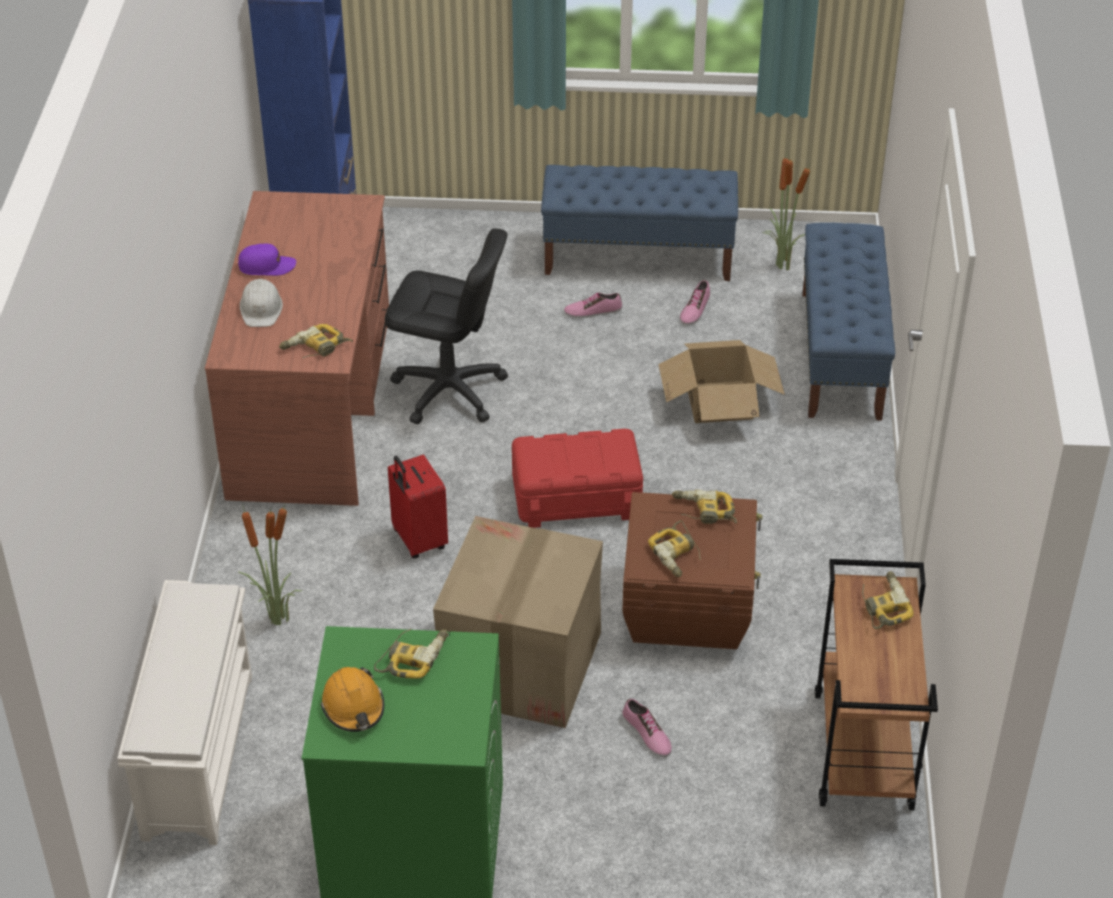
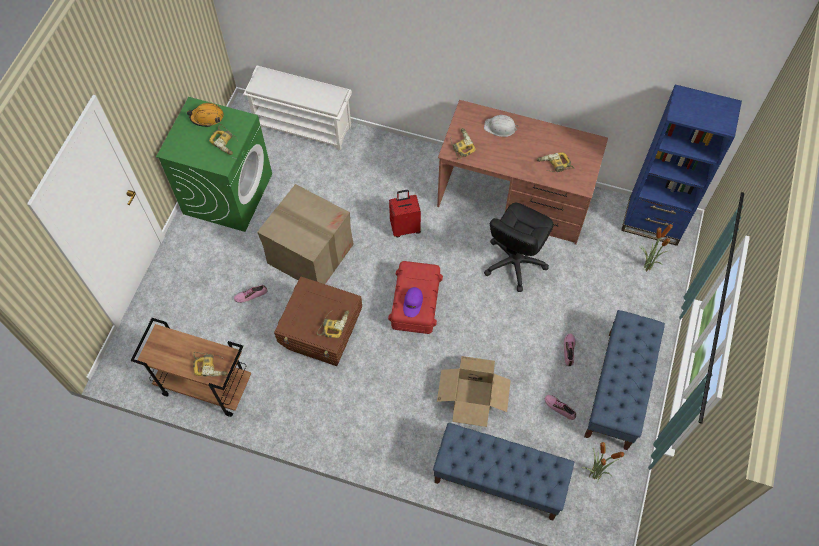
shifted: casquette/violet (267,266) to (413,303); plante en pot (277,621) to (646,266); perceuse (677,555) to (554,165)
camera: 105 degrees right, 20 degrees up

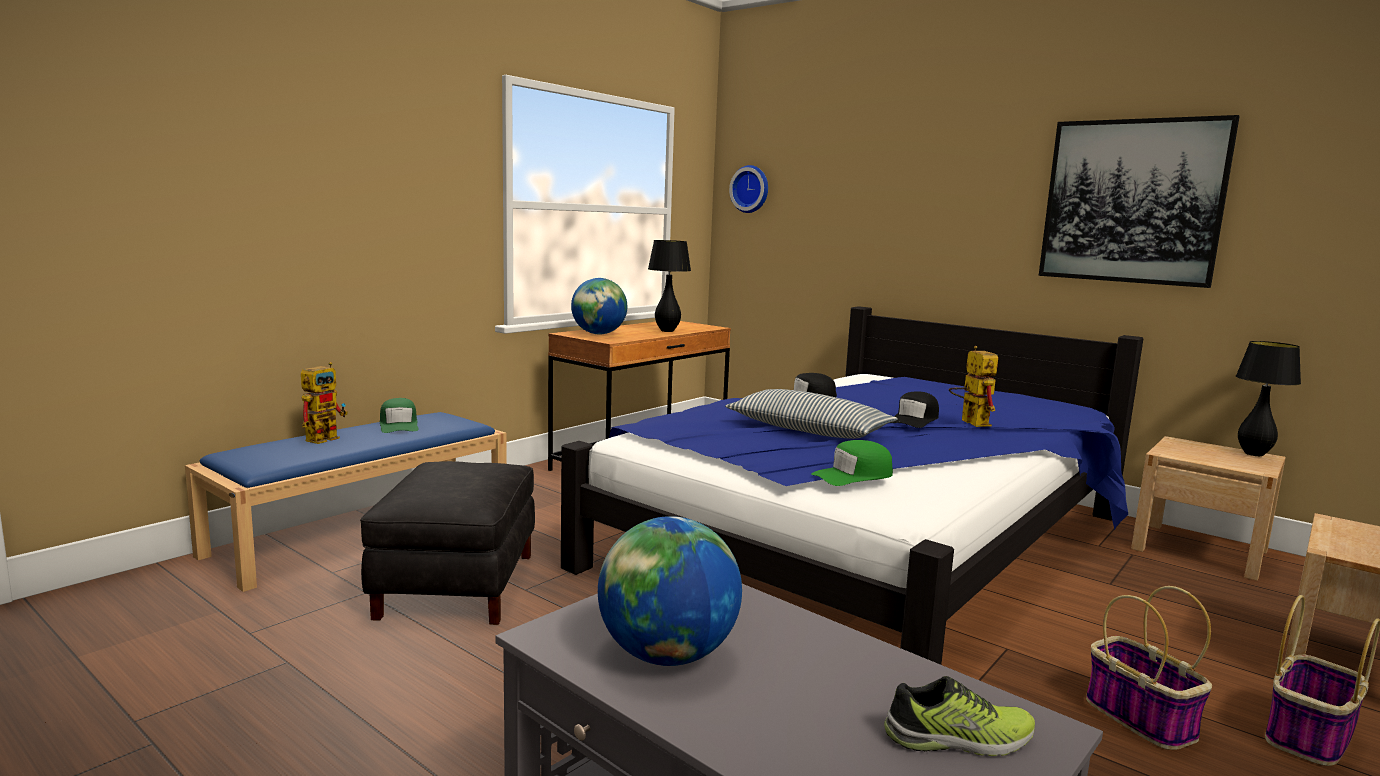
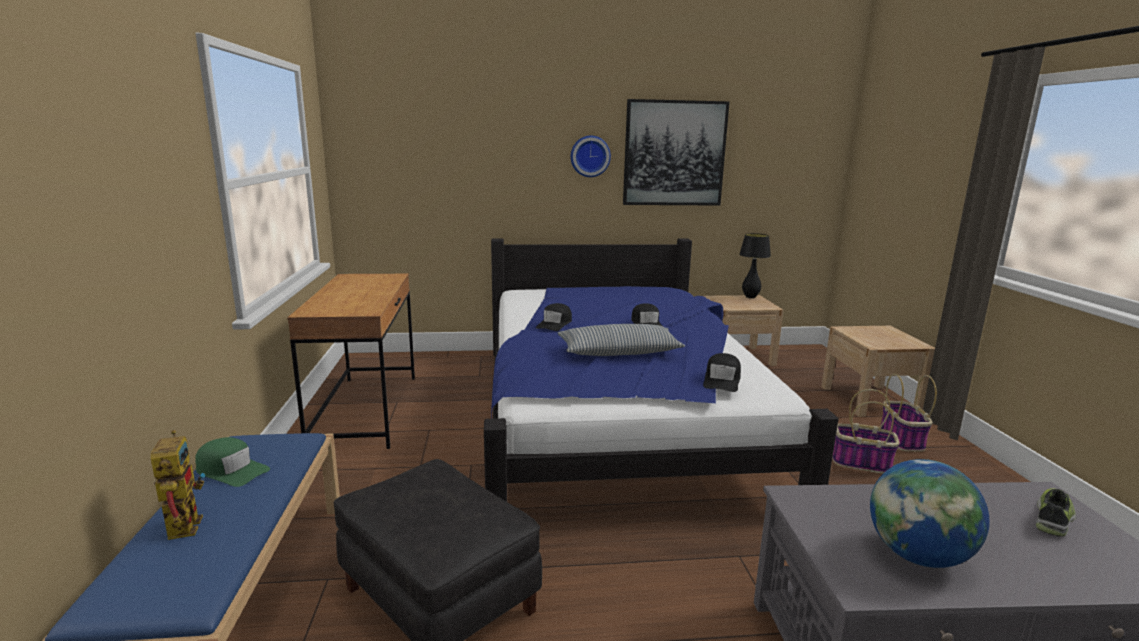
gone: globe (599,334); lampe de table/noir (667,331); robot jouet (969,421)
shifted: horloge murale (751,189) to (590,156)
repainted: casquette/vert (853,476) to casquette/noir (722,380)
camera: 45 degrees left, 5 degrees up

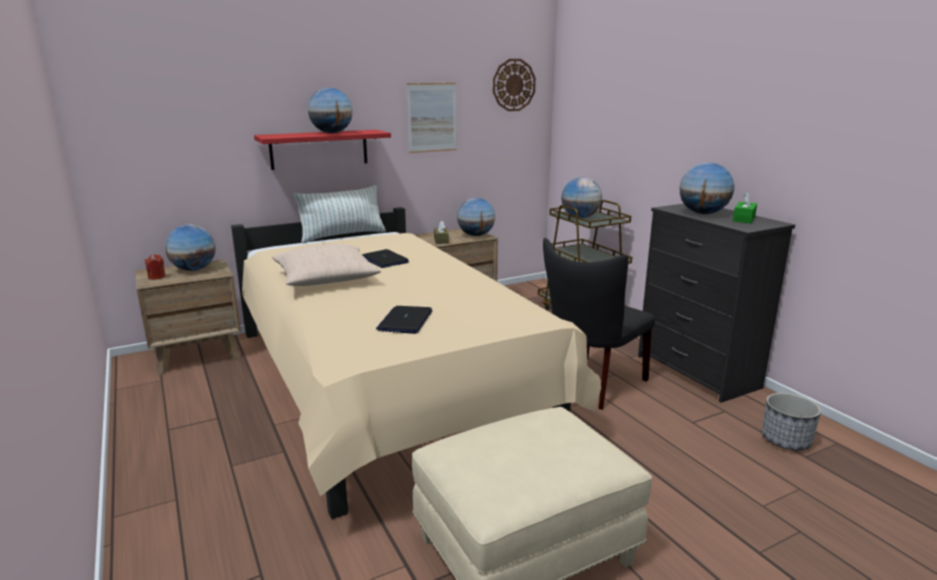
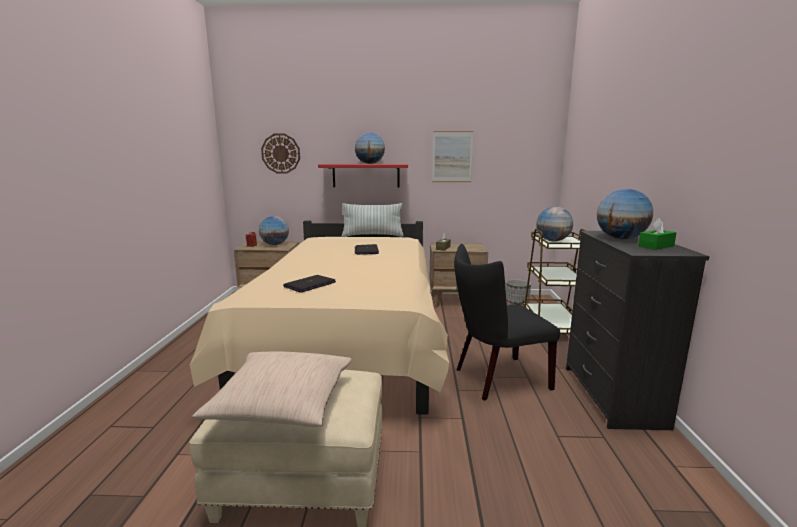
gone: globe (476,235)
shifted: coussin/beige (326,279) to (282,402); horloge murale (513,85) to (281,153); cache-pot (785,440) to (517,302)
camera: 30 degrees right, 5 degrees down

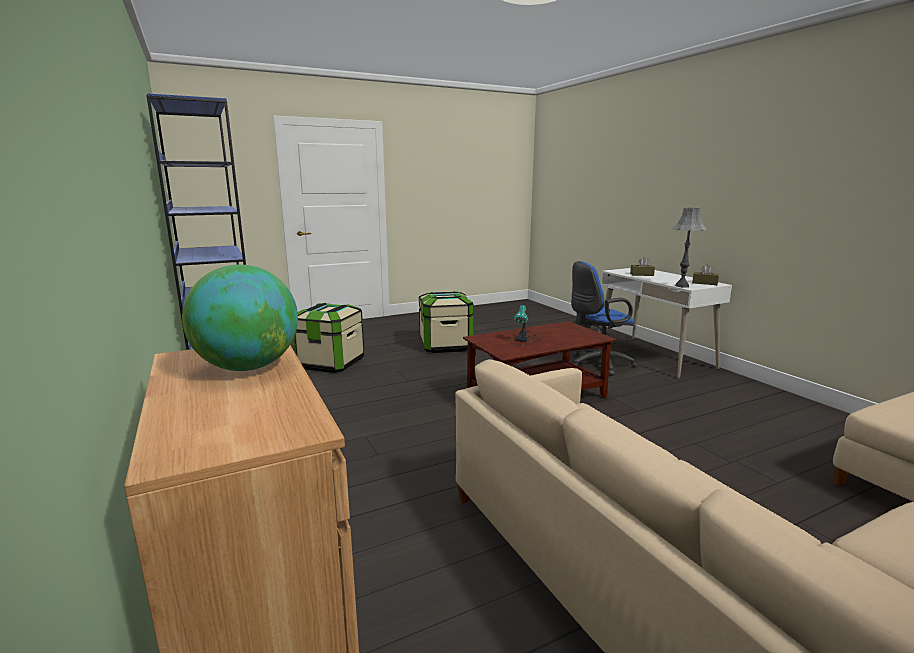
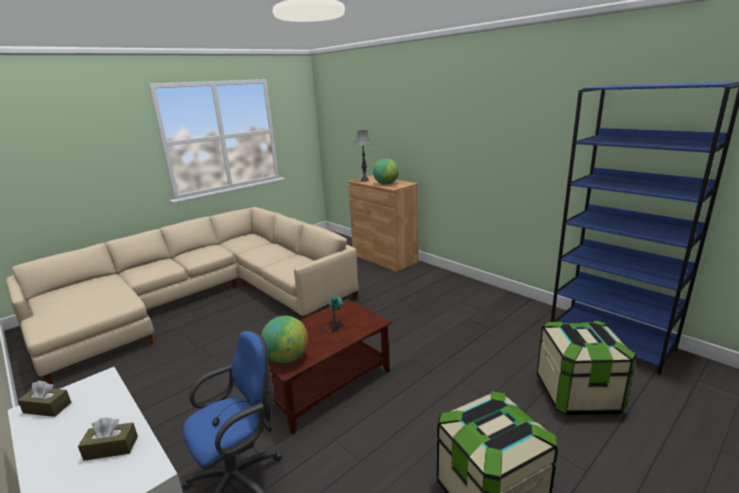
new: globe (287,358)
shifted: lampe de table/gris (682,286) to (364,180)
camera: 165 degrees right, 5 degrees up

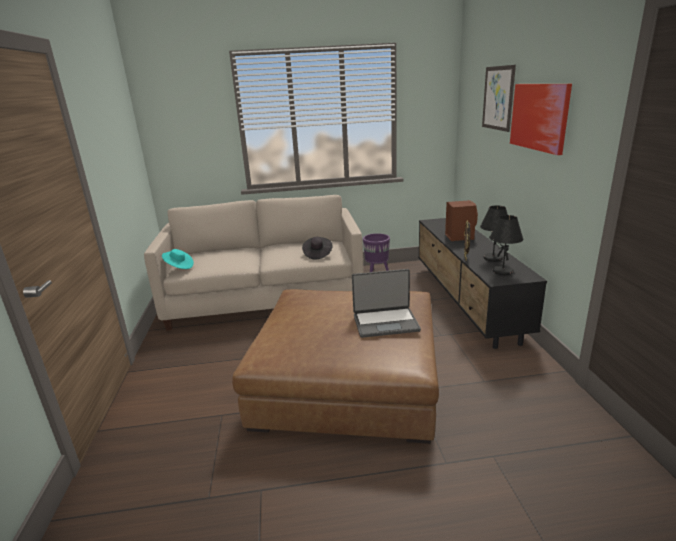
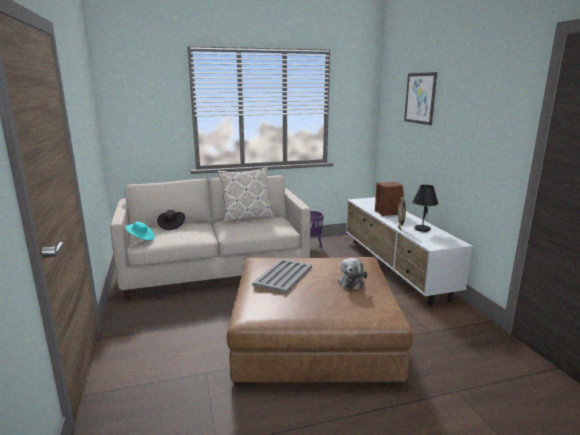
gone: lampe de table/noir (503,271); tableau (539,117)
new: coussin (246,218); plateau/gris (283,276)
shifted: chapeau/noir (317,254) to (171,226)
swapped: ordinateur portable (385,322) to peluche (351,282)
repainted: meuble télé/noir (466,301) to meuble télé/blanc (395,268)
camera: 10 degrees left, 5 degrees down

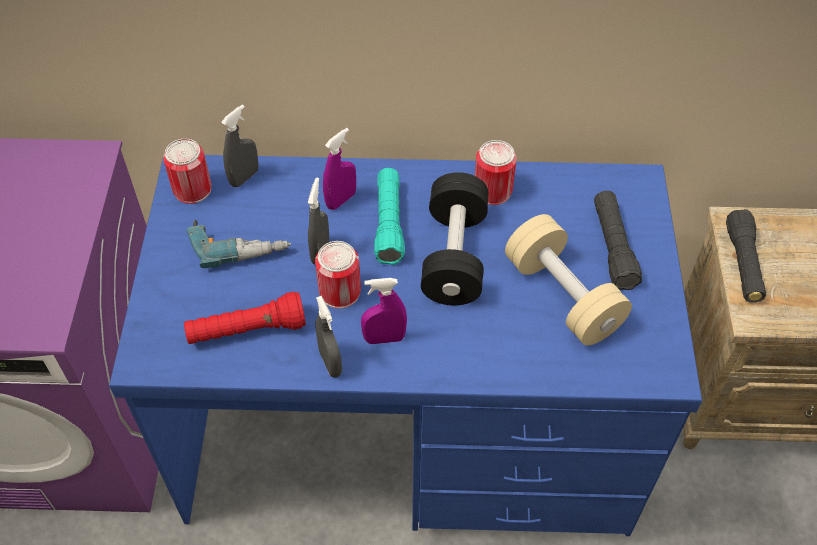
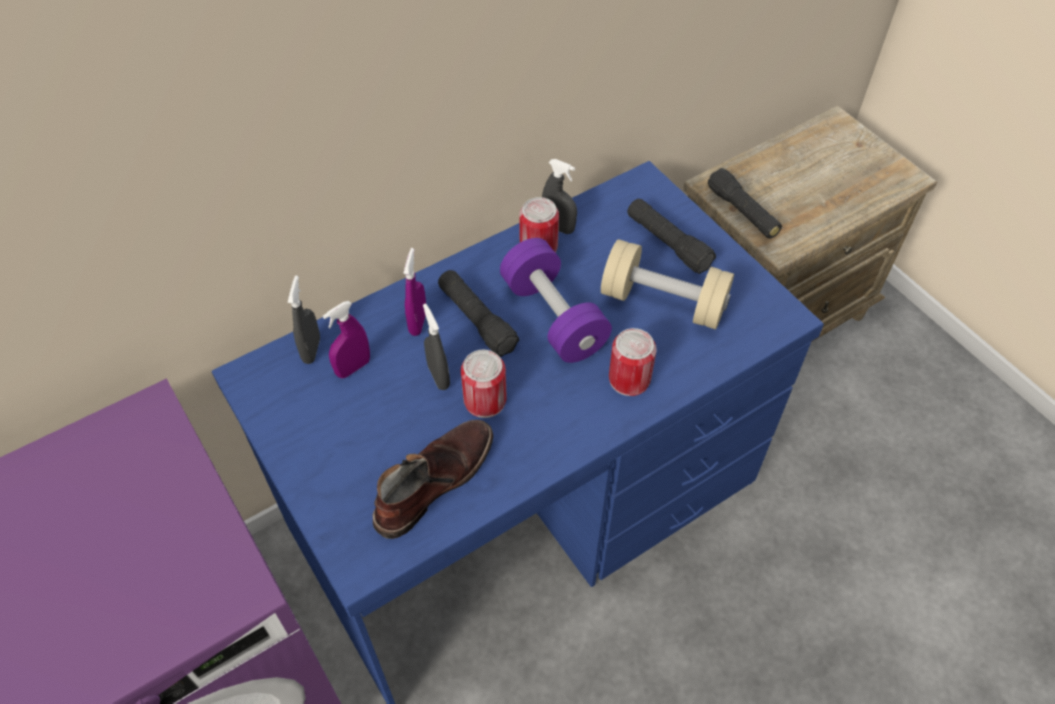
gone: perceuse (240,244)
shifted: boîte métallique (192,189) to (629,379); vaporisateur/gris (330,363) to (558,227); vaporisateur/violet (384,338) to (353,368)
swapped: lampe de poche/rouge (247,331) to botte/marron (433,481)
repainted: lampe de poche/turquoise (389,223) to lampe de poche/noir (477,320); haltère/noir (454,256) to haltère/violet (553,317)
camera: 35 degrees left, 0 degrees up

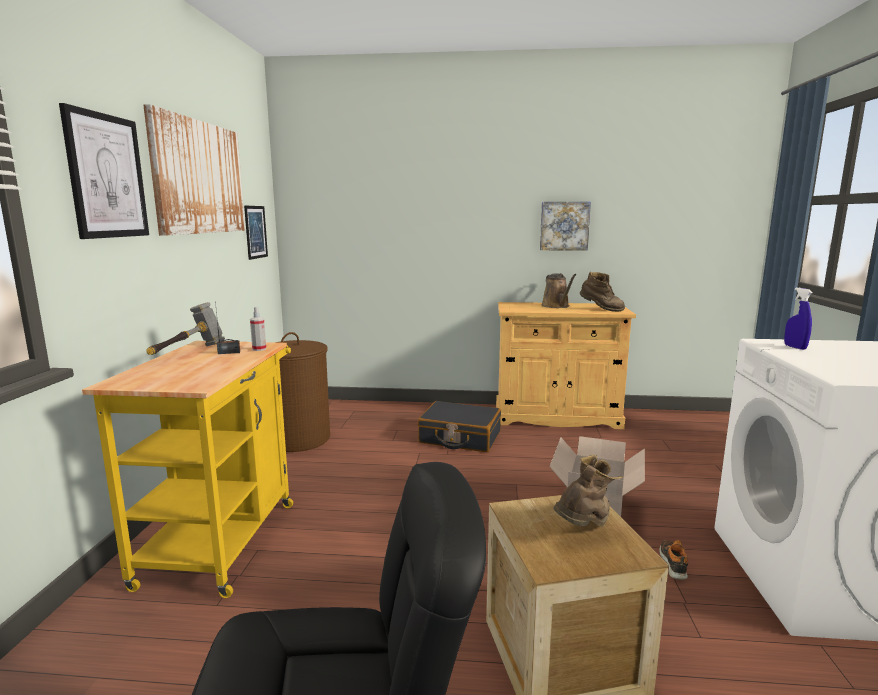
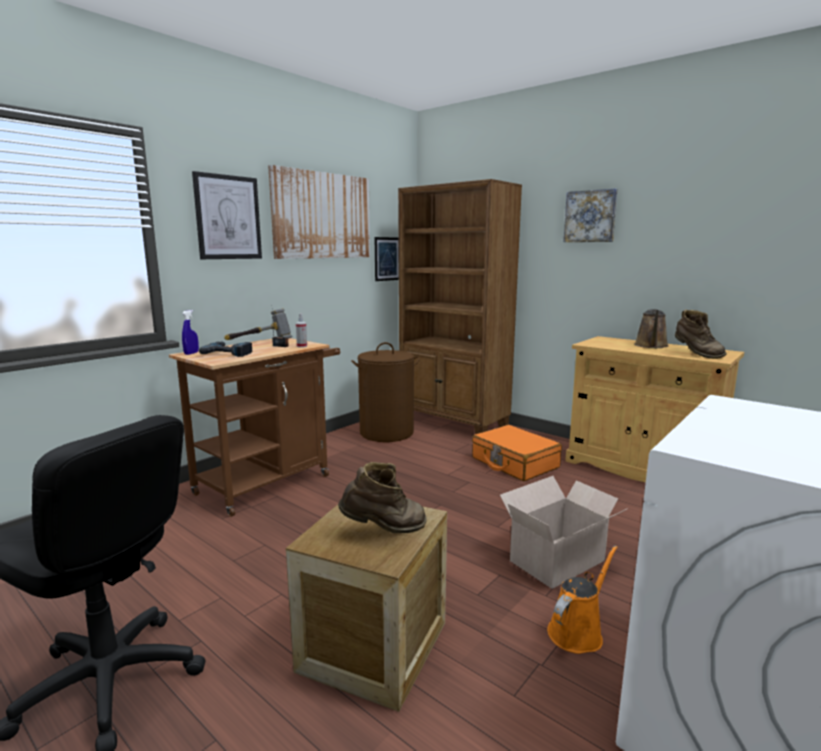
new: perceuse (229,353); bibliothèque/marron (454,422)
shifted: tableau (564,226) to (590,216); vaporisateur/bleu (795,347) to (191,353)
swapped: chaussure (674,564) to arrosoir/orange (577,631)
repainted: chariot/jaune (224,536) to chariot/marron (270,481); valise/noir (459,437) to valise/orange (514,463)
camera: 35 degrees right, 0 degrees up

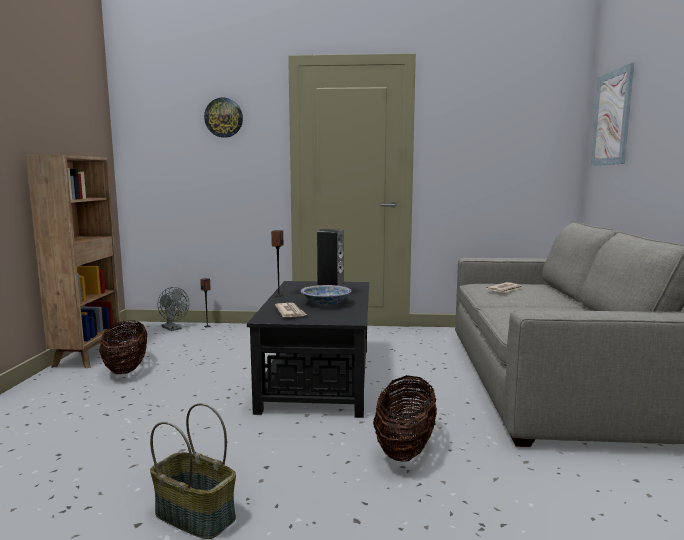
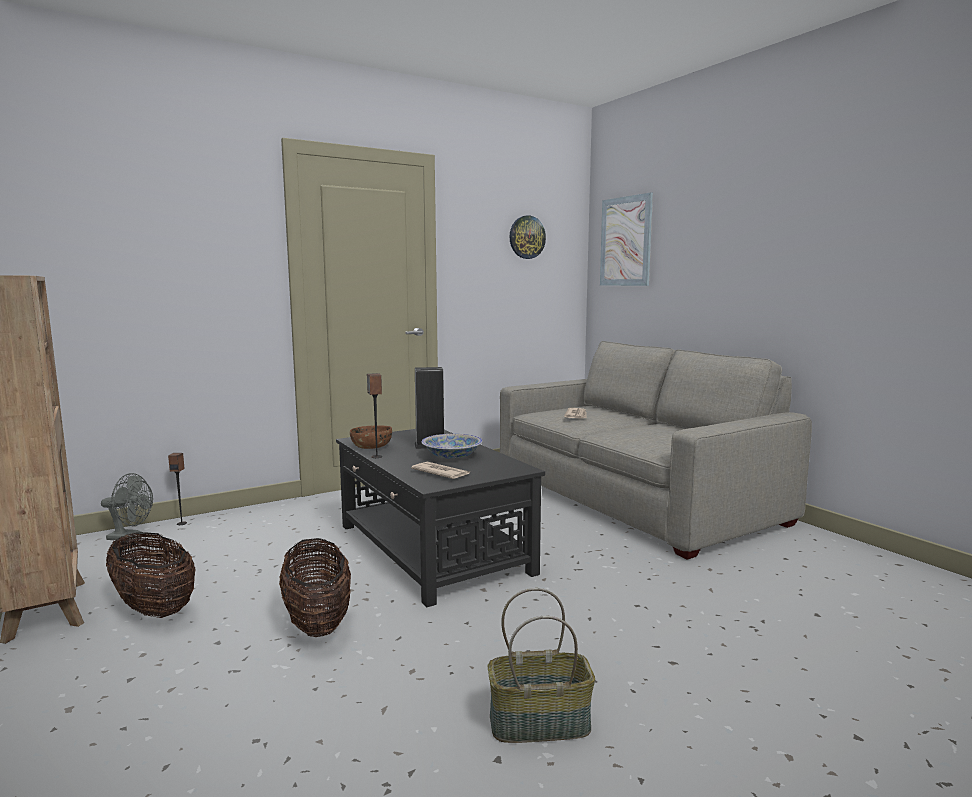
new: bol/marron (371,447)
shifted: horloge murale (223,117) to (527,237); panier (405,448) to (317,622)
camera: 35 degrees left, 0 degrees up

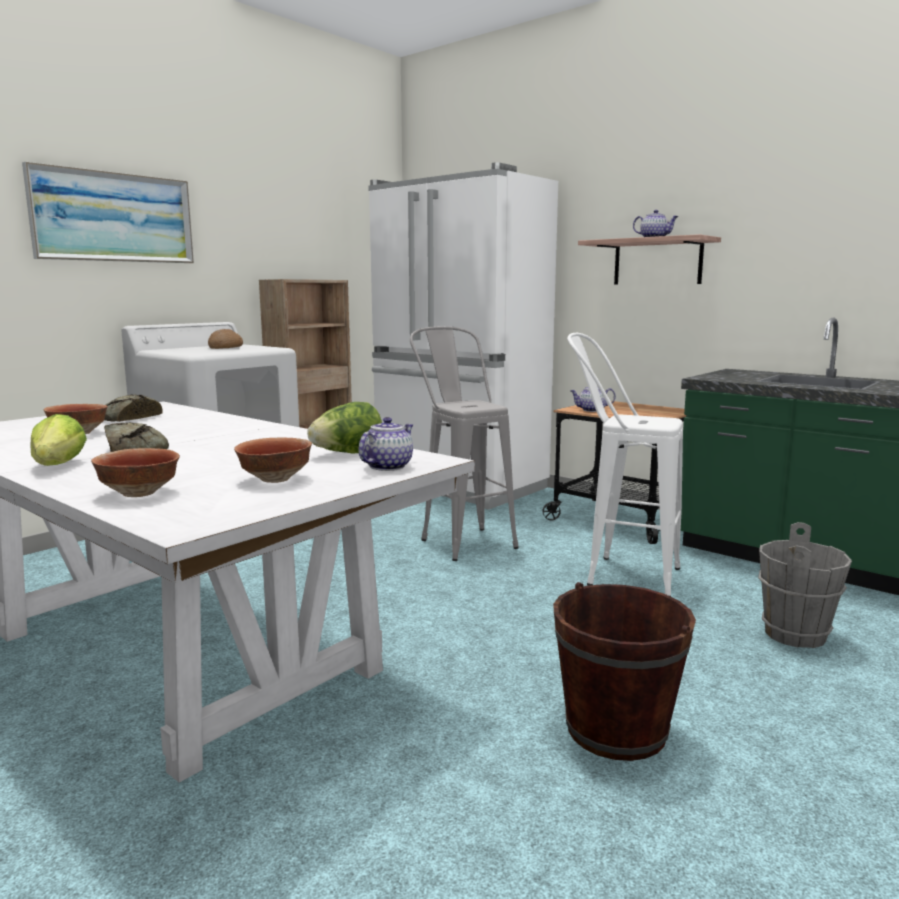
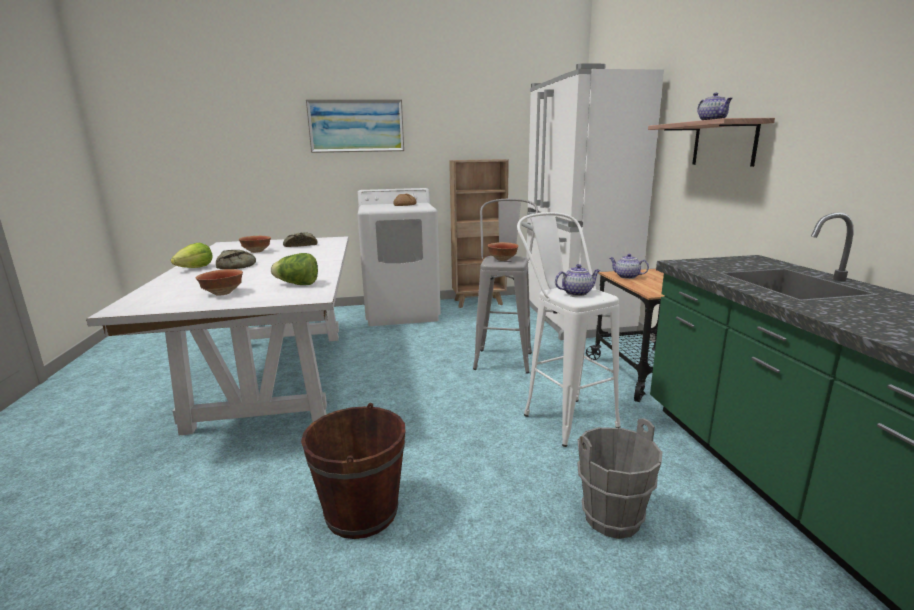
shifted: bol (140,493) to (503,259); théière (387,466) to (577,293)
camera: 40 degrees right, 5 degrees up

